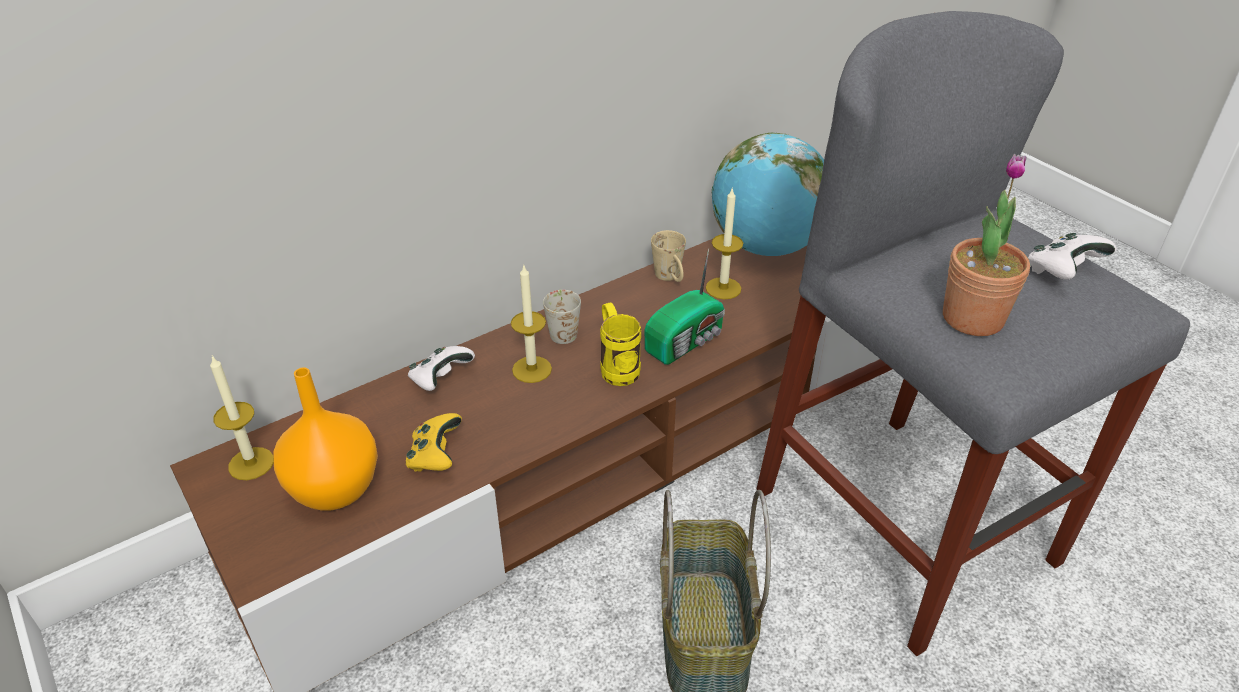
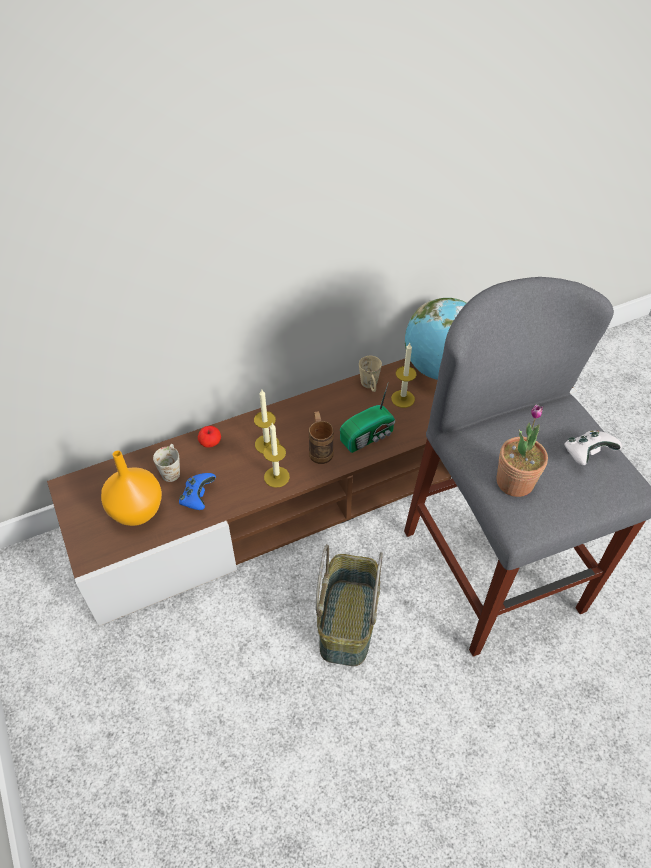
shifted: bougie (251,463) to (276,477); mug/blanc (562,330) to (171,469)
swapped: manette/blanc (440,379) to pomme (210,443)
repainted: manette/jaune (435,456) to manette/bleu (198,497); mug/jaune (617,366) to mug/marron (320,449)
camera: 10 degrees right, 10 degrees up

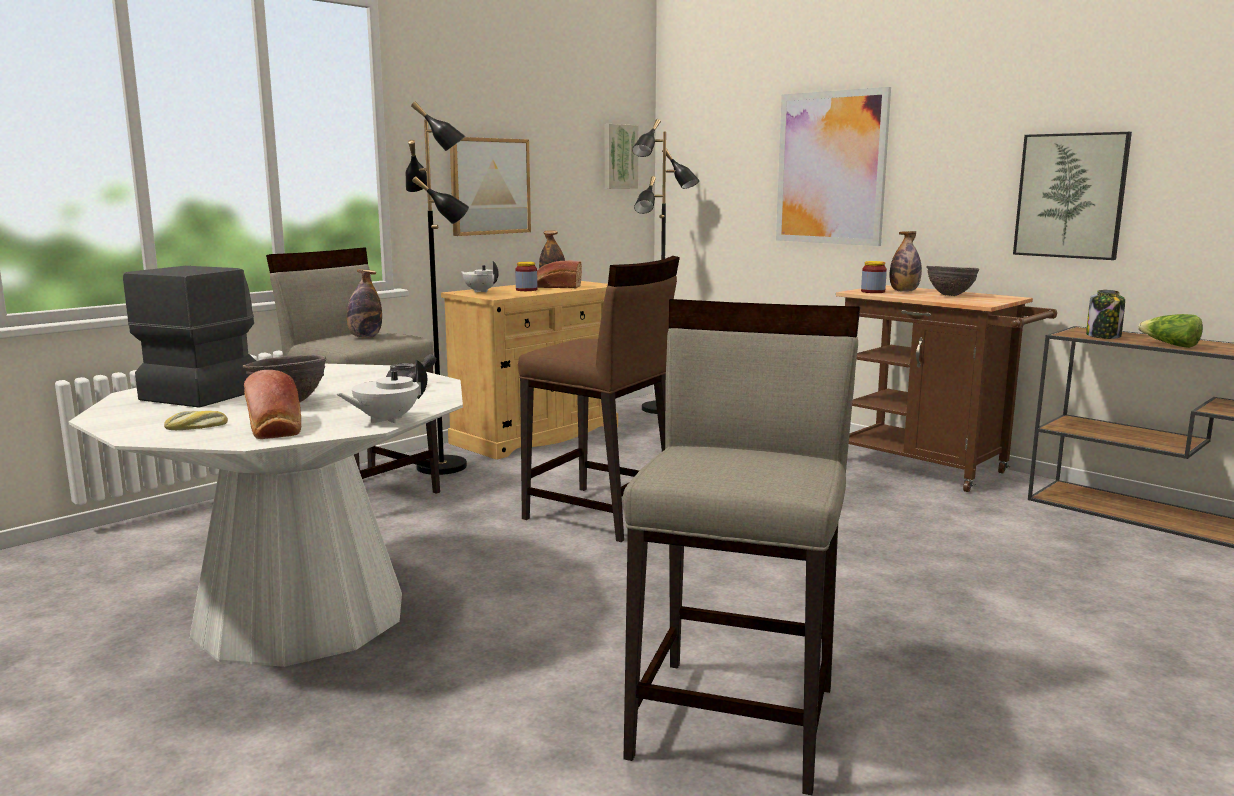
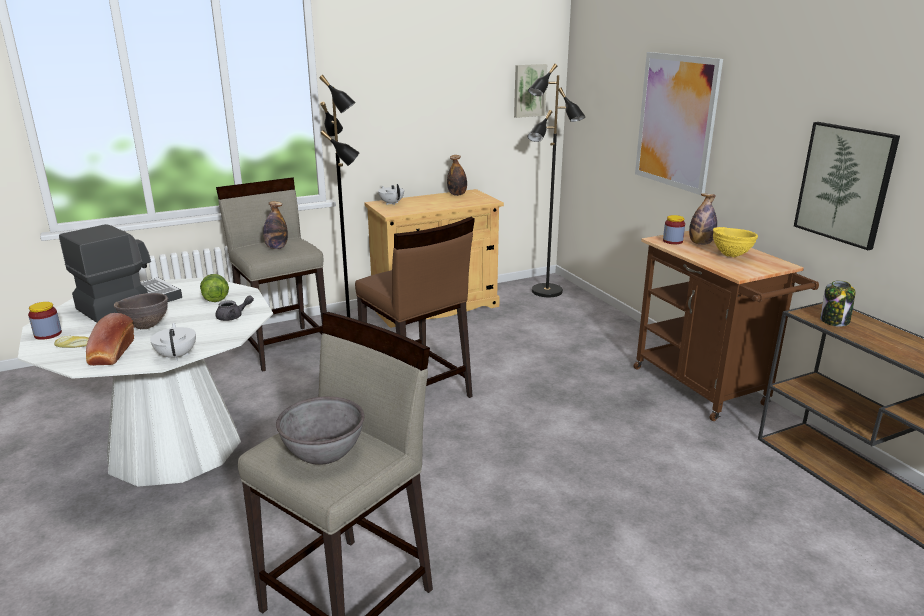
gone: tableau (489,186); pain (556,287)
new: bol/gris (323,451)
shifted: bocal (526,290) to (48,334); laitue (1170,345) to (215,297)
repainted: bol/marron (950,295) to bol/jaune (731,255)
rotated: théière/blanc (386,420) = (177,356) 90 degrees clockwise
camera: 20 degrees right, 10 degrees up

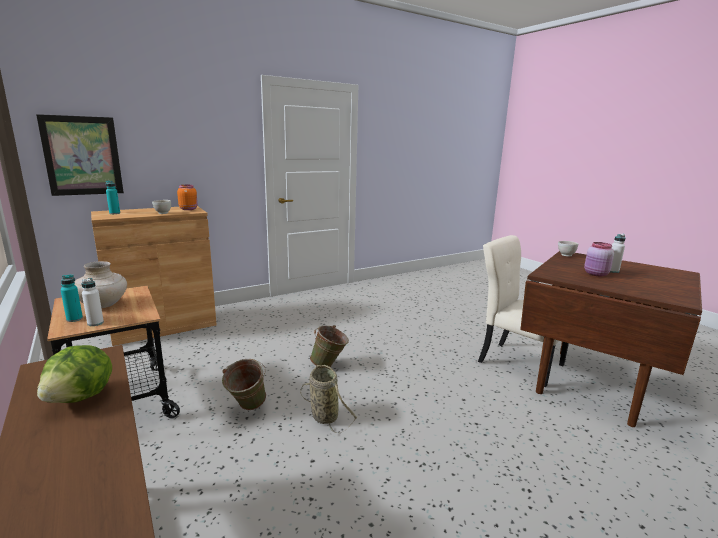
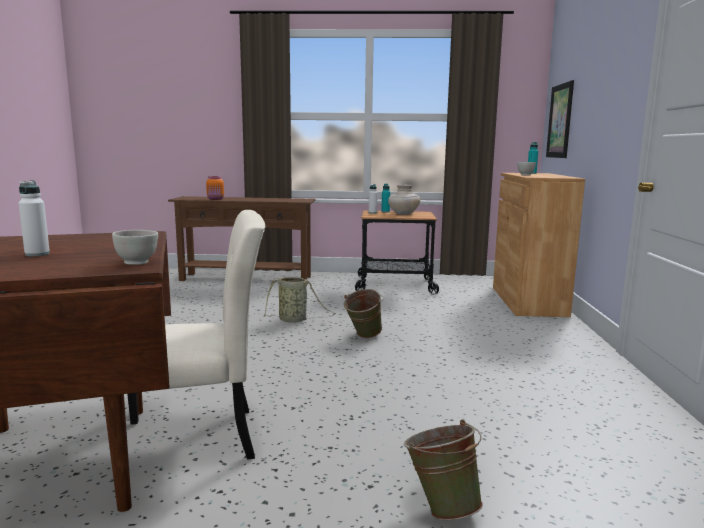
gone: laitue (81,397); bocal/rose (596,274)
shifted: bocal/orange (188,209) to (216,199); seau/vert (246,408) to (441,506)
camera: 125 degrees right, 5 degrees down

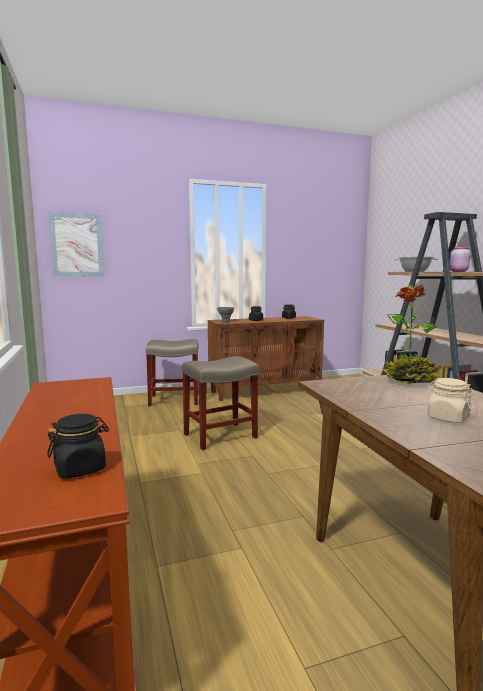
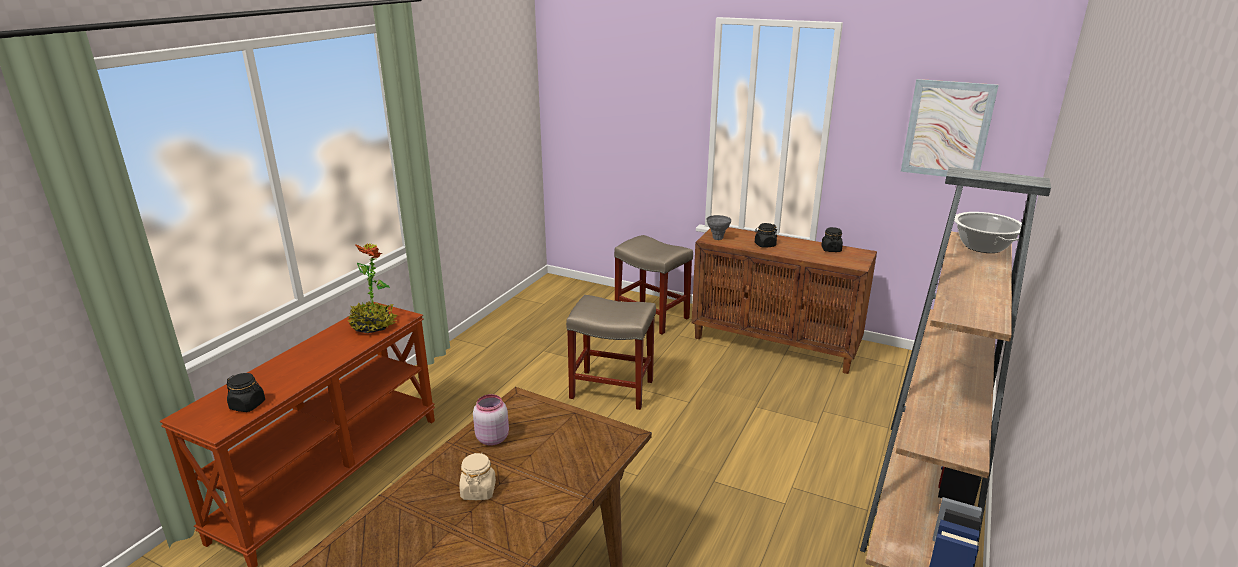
shifted: tableau (77,245) to (947,129); plante en pot (411,382) to (373,326); bocal/rose (458,271) to (492,438)
camera: 45 degrees right, 15 degrees up

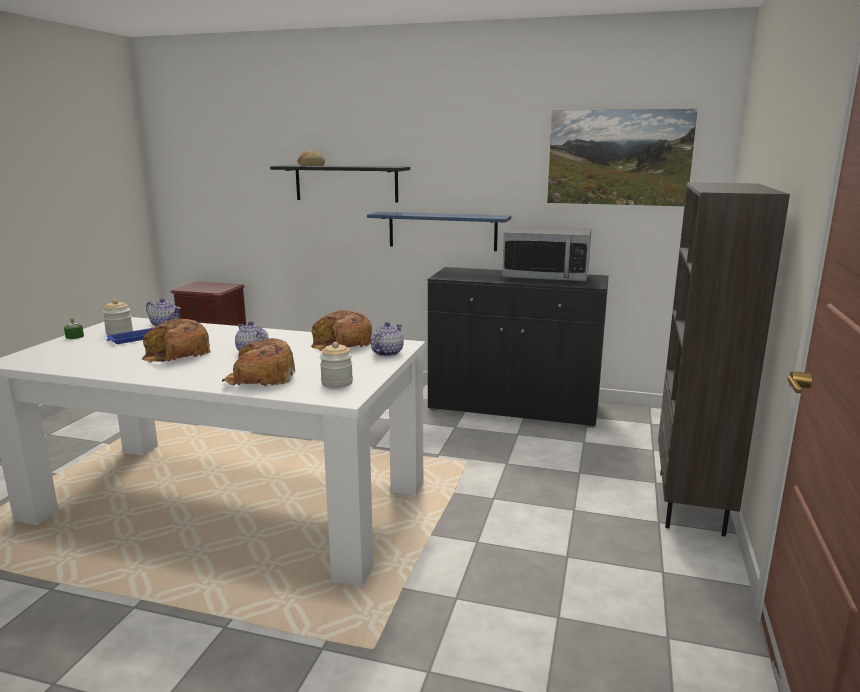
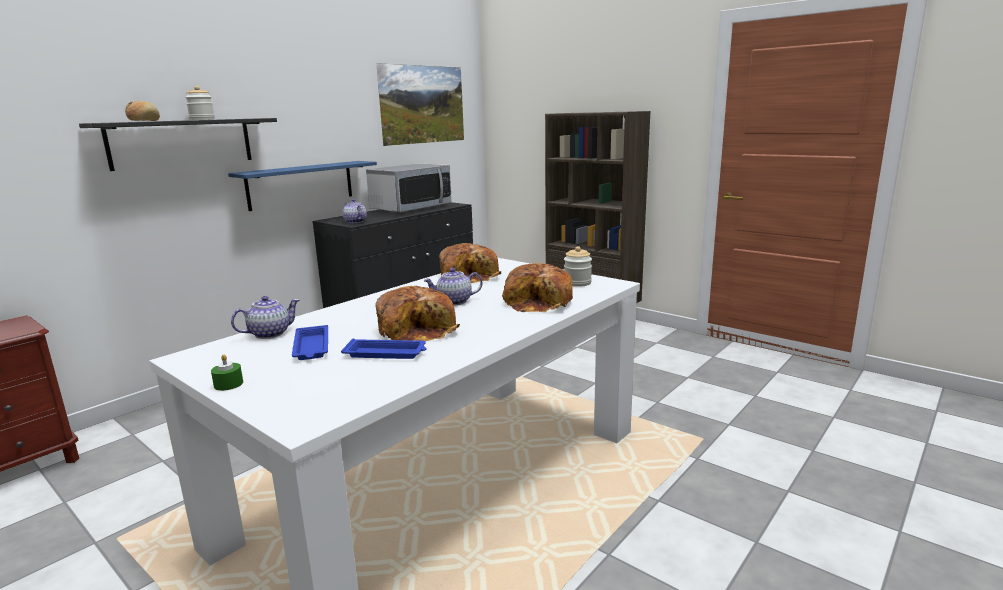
new: plateau/bleu (386,353)
shifted: bocal (119,332) to (202,119); théière (387,353) to (355,222)
camera: 65 degrees left, 0 degrees up

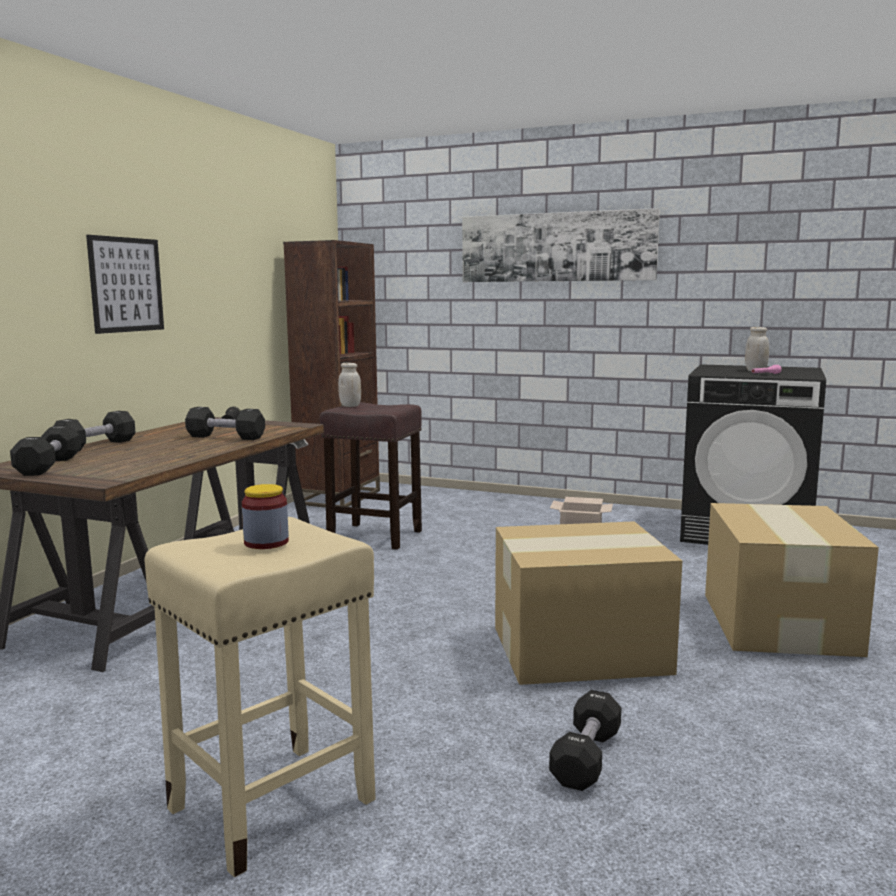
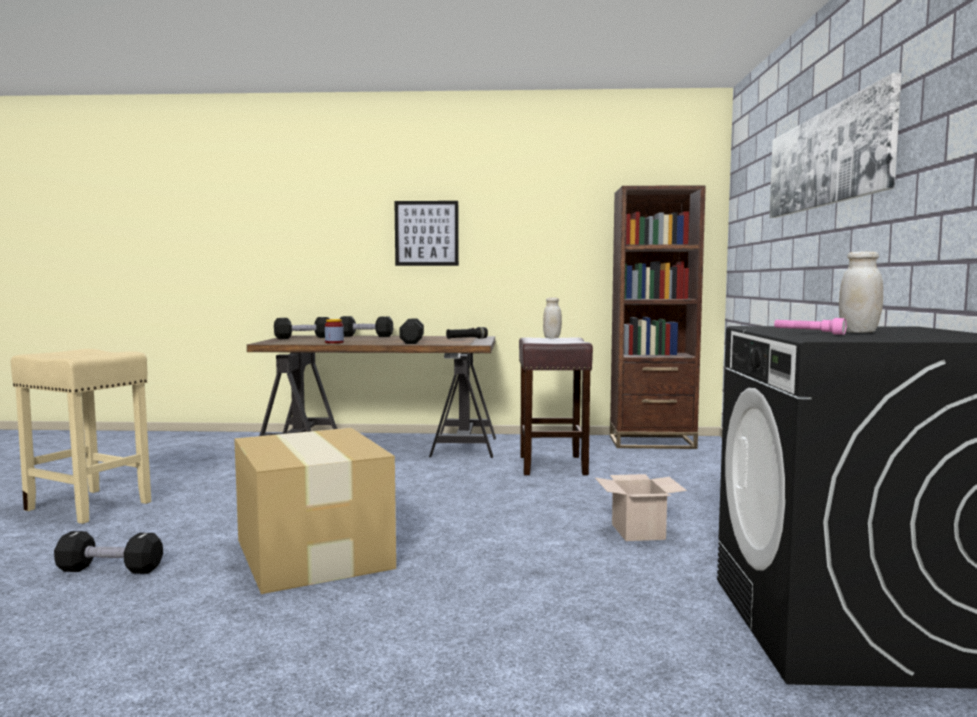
gone: carton (779,622)
shifted: bocal (266,542) to (334,342)
camera: 70 degrees right, 5 degrees down

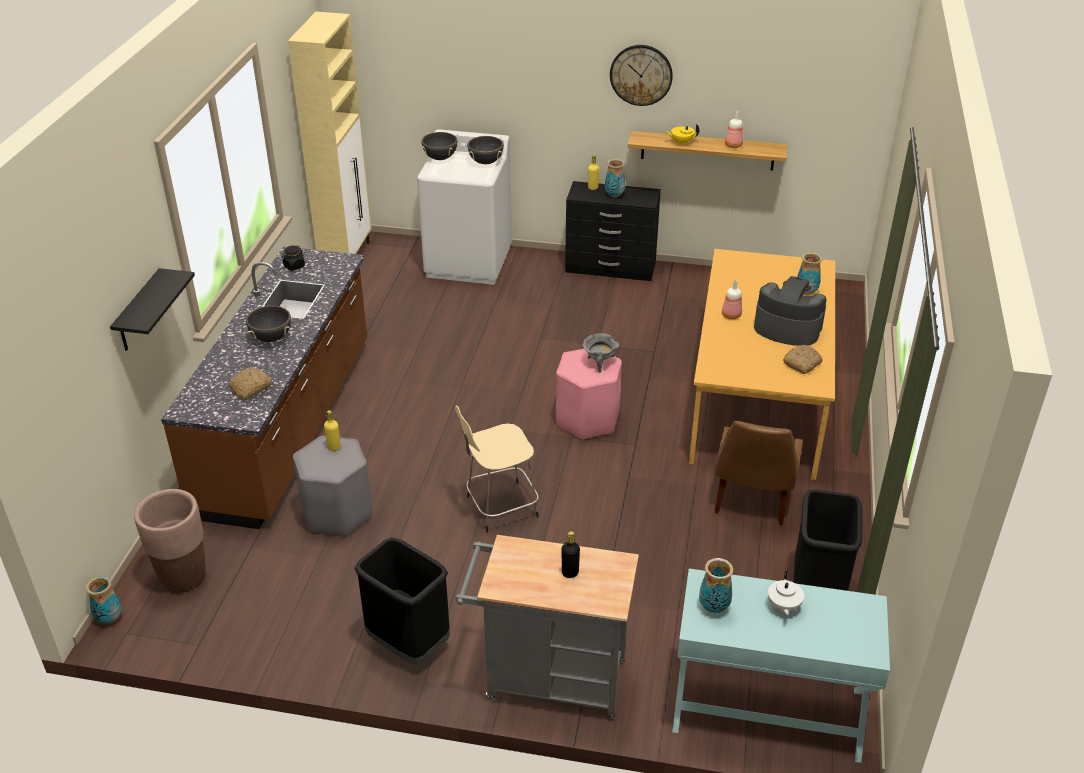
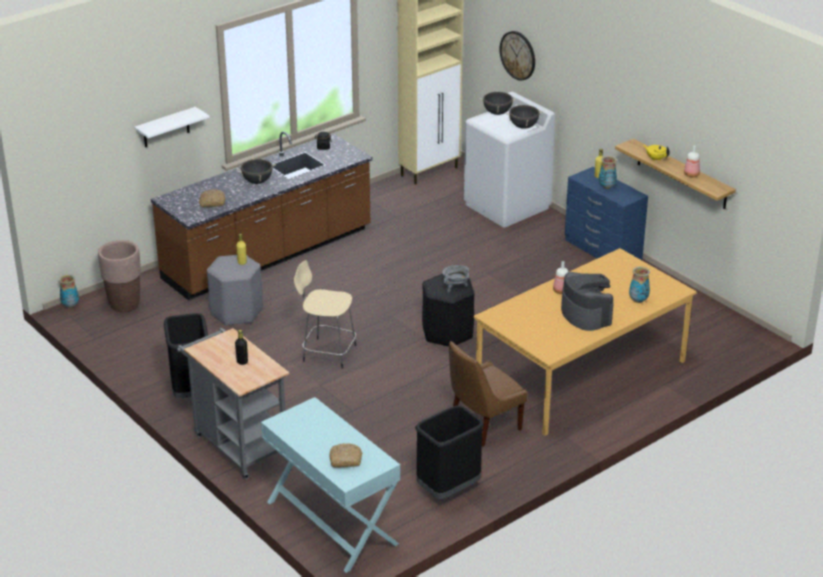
gone: vase (714,607); théière/blanc (783,606)
shifted: horloge murale (641,75) to (518,55); pain (802,363) to (346,460)
repainted: étagère/noir (139,312) to étagère/blanc (166,128); tabouret/rose (587,419) to tabouret/noir (447,333); commode/noir (611,268) to commode/bleu (602,250)
camera: 40 degrees right, 5 degrees down

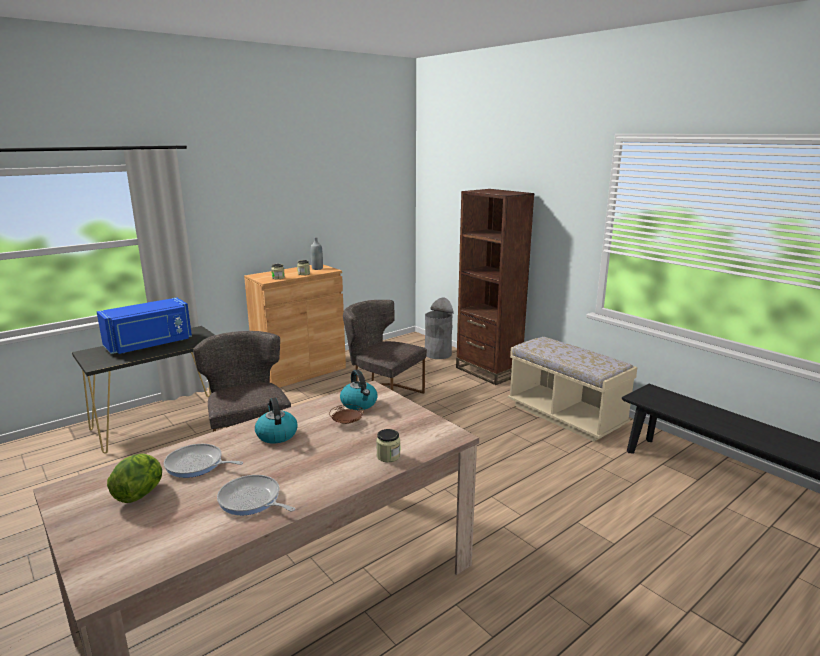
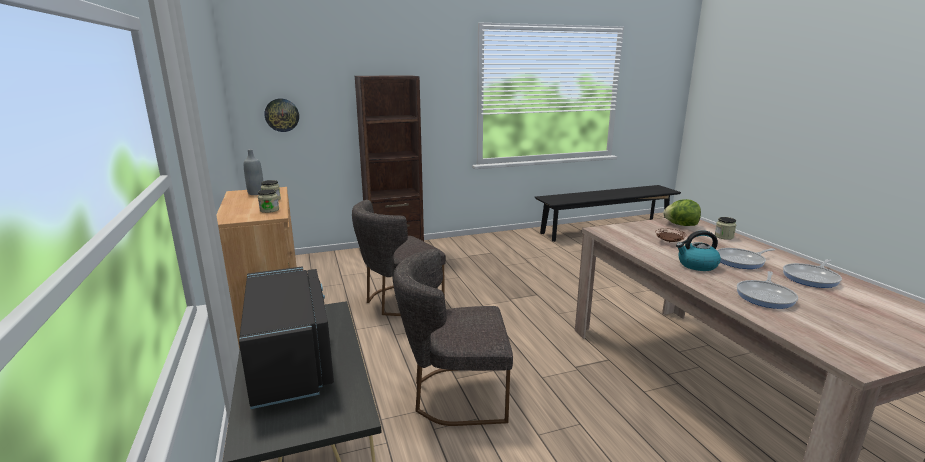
gone: bouilloire (359,404); poubelle/gris (438,354); banc/beige (565,416)
new: horloge murale (282,115); poêle (741,261)
shifted: laitue (140,493) to (681,225)
repainted: micro-ondes/bleu (150,345) to micro-ondes/noir (292,361)
camera: 70 degrees left, 0 degrees up

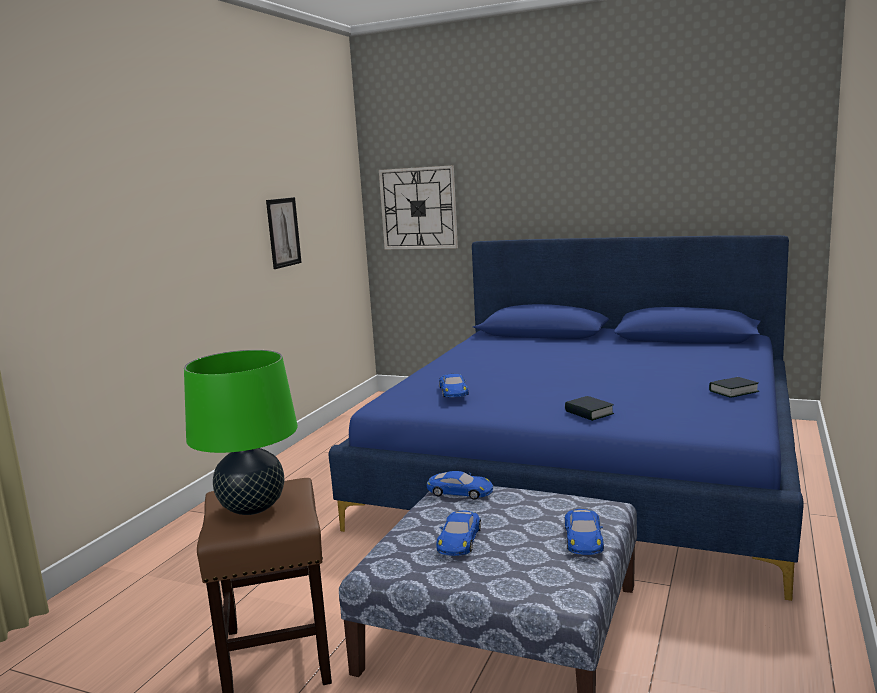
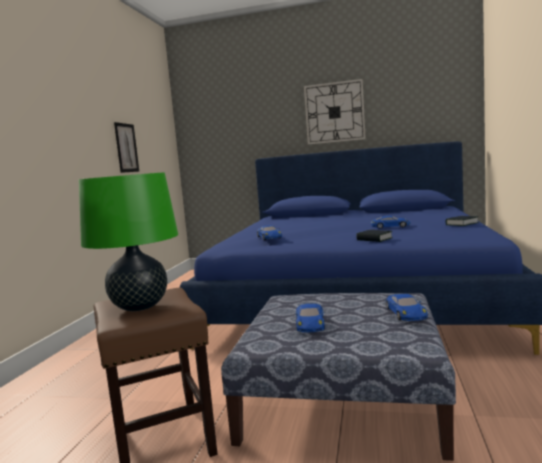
shifted: horloge murale (418,208) to (334,112); petite voiture/bleu (460,491) to (390,226)
camera: 10 degrees left, 5 degrees down

